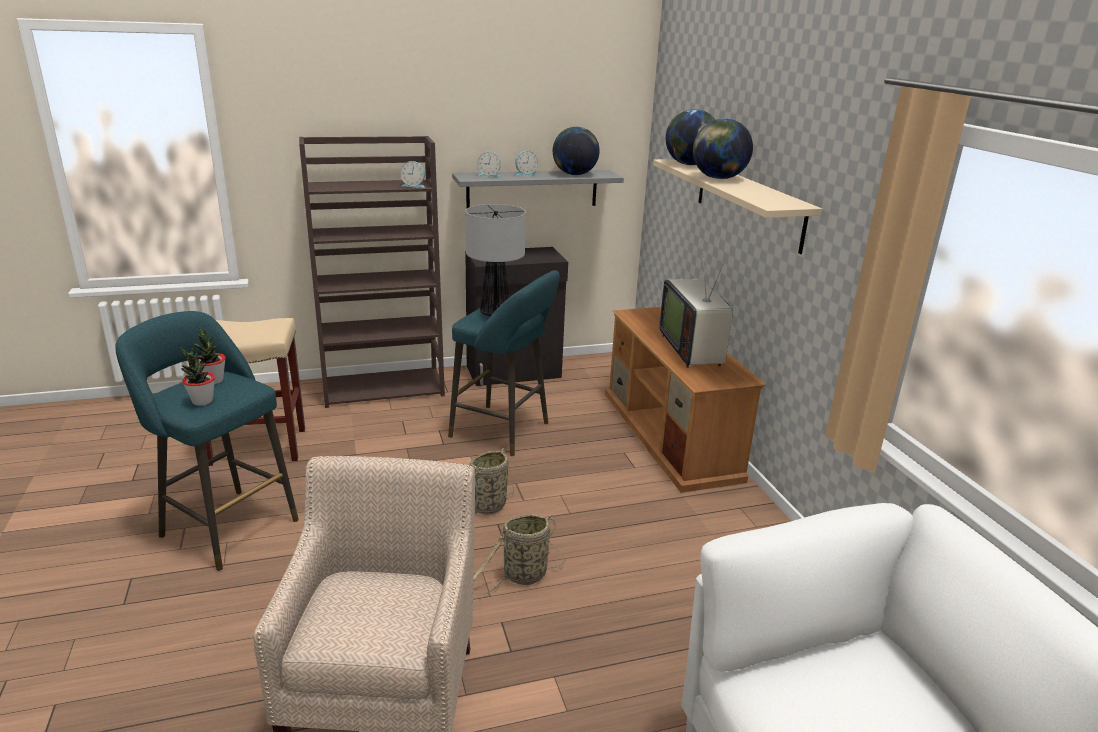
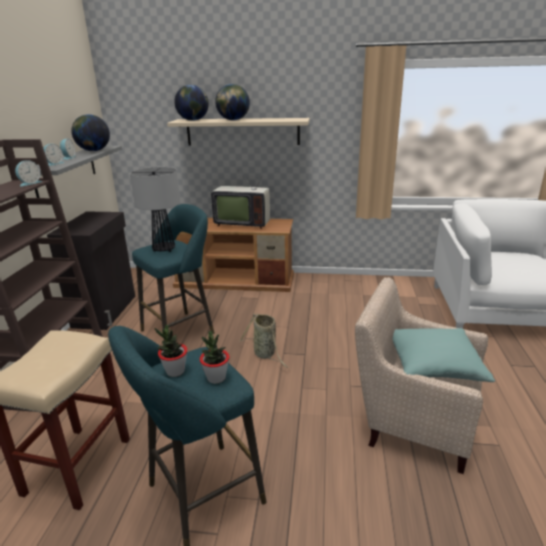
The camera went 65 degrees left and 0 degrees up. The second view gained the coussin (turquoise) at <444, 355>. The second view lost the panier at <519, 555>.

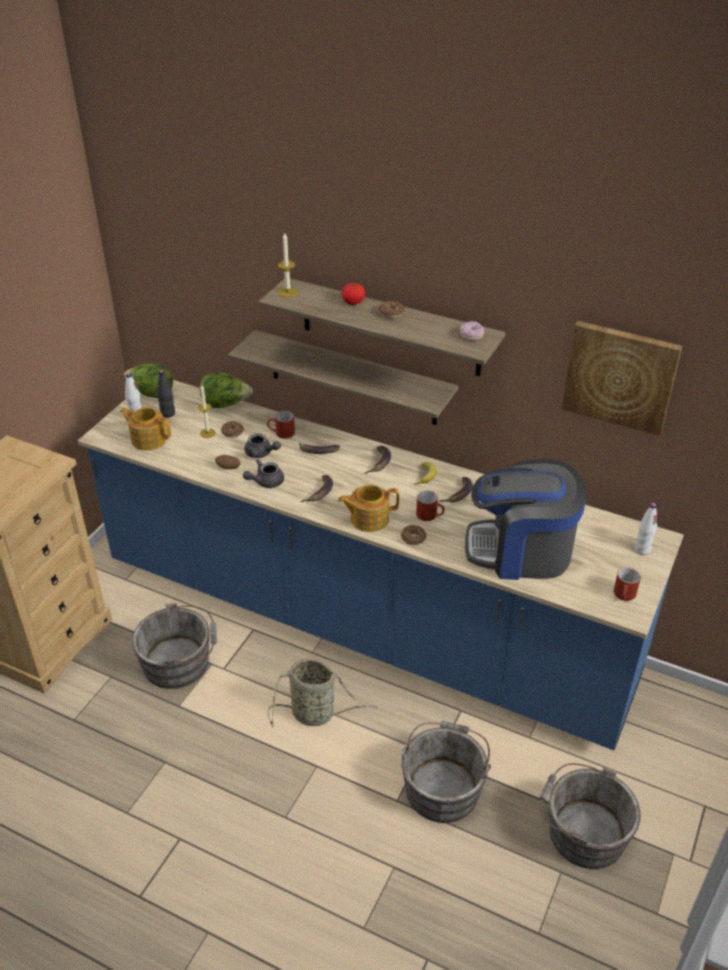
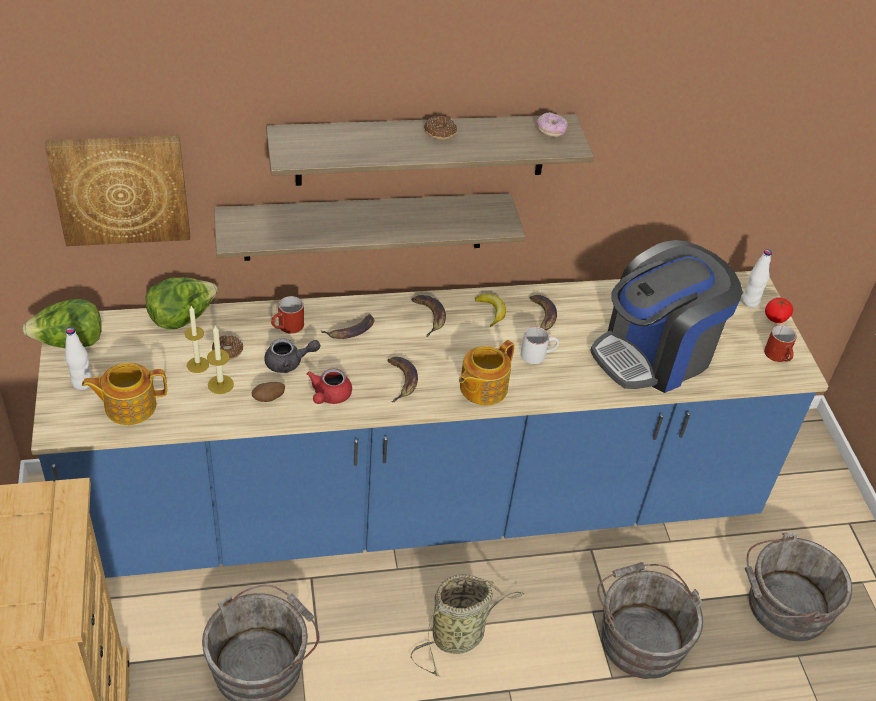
The camera went 40 degrees left and 5 degrees up. The tableau ended up elsewhere, having gone from <622, 378> to <117, 191>. The bougie ended up elsewhere, having gone from <288, 265> to <220, 360>. What was the théière (gris) at <263, 473> turned into the théière (rouge) at <329, 386>. What was the mug (rouge) at <430, 505> turned into the mug (blanc) at <539, 345>. The tomate ended up elsewhere, having gone from <353, 293> to <779, 310>. The second view lost the bouteille (noir) at <166, 394>. The second view lost the beignet at <413, 535>.

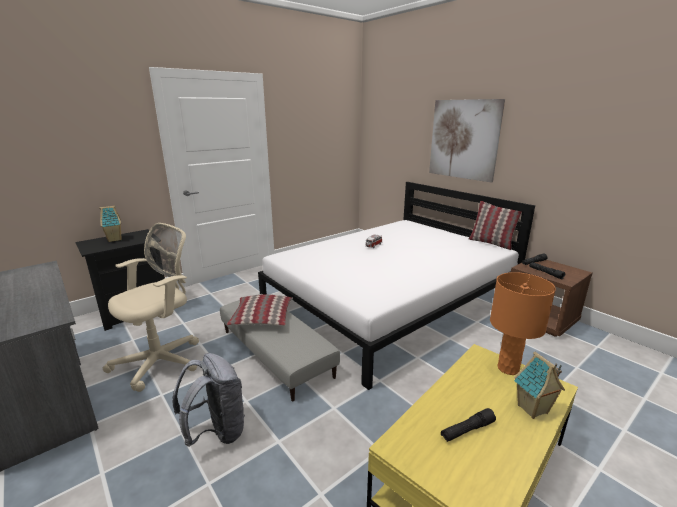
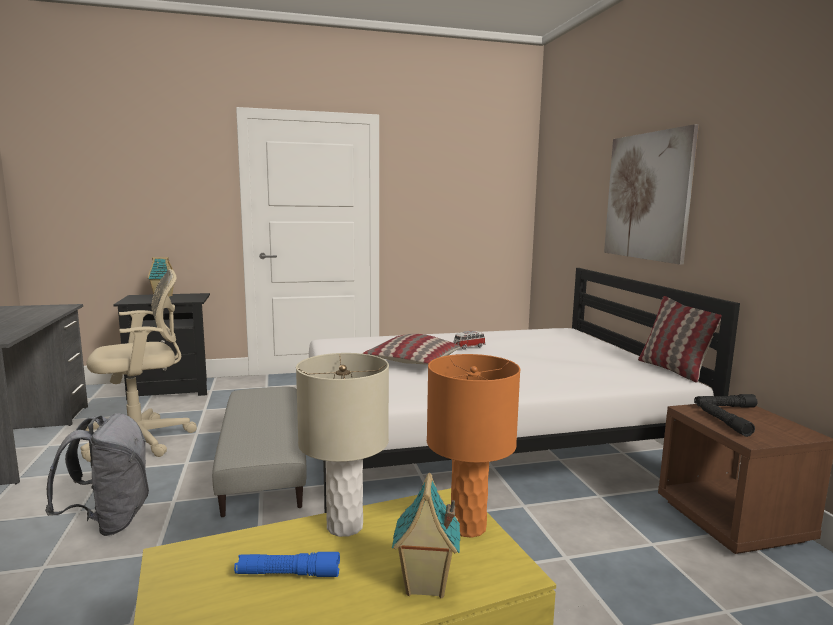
The camera went 25 degrees right and 10 degrees down. What was the lampe de poche (noir) at <468, 425> turned into the lampe de poche (bleu) at <287, 564>. The second view gained the lampe de table (beige) at <342, 445>. The coussin ended up elsewhere, having gone from <260, 310> to <411, 349>.

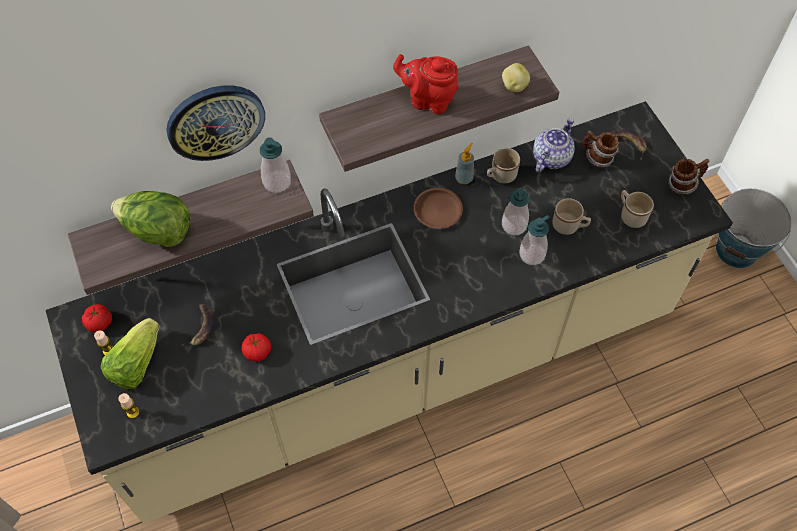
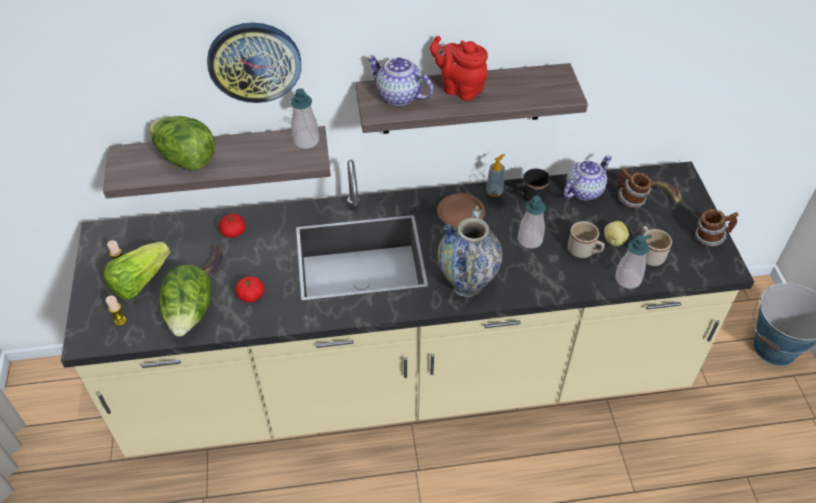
The camera went 15 degrees right and 10 degrees down. The second view gained the laitue at <185, 301>. The tomate ended up elsewhere, having gone from <97, 318> to <232, 226>. The second view gained the théière at <400, 80>. The second view gained the vase at <470, 251>. What was the mug (beige) at <503, 165> turned into the mug (noir) at <532, 185>. The pomme de terre ended up elsewhere, having gone from <516, 77> to <616, 233>. The distributeur de savon ended up elsewhere, having gone from <534, 240> to <633, 262>.

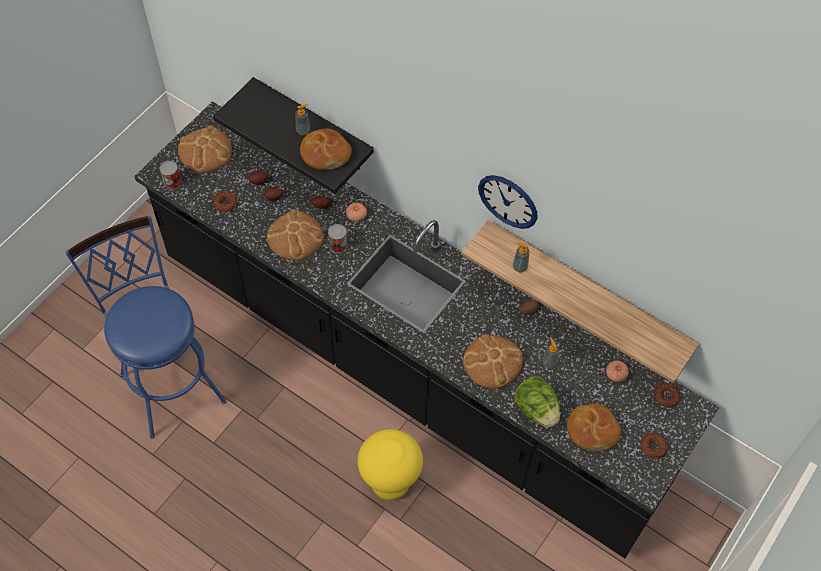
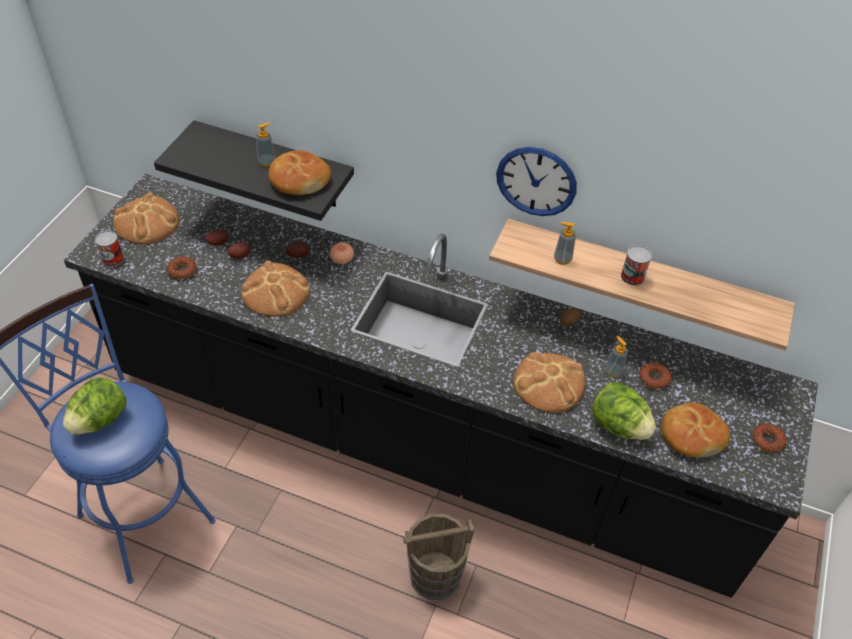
The camera went 15 degrees left and 10 degrees down. The second view gained the laitue at <94, 406>. Where the tabouret (jaune) stood at <390, 465>, the seau (marron) came to stand at <439, 557>. The boîte métallique ended up elsewhere, having gone from <337, 238> to <636, 265>. The beignet ended up elsewhere, having gone from <667, 395> to <656, 375>. The second view lost the tomate at <617, 371>.

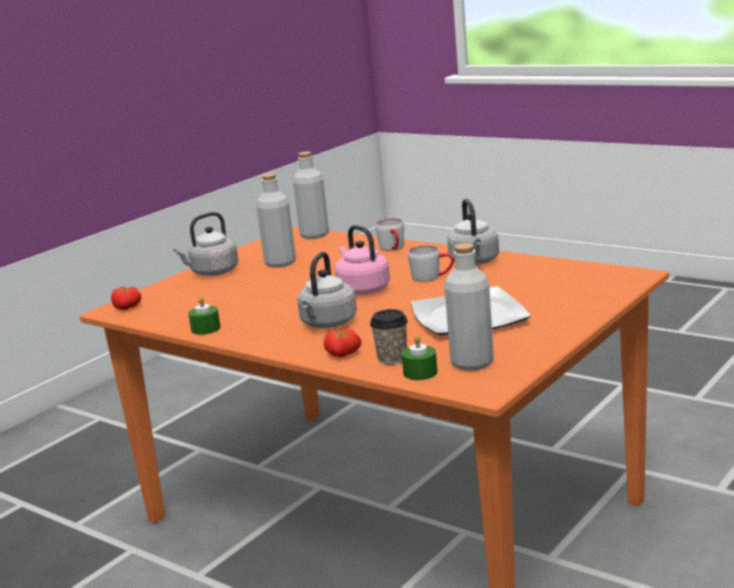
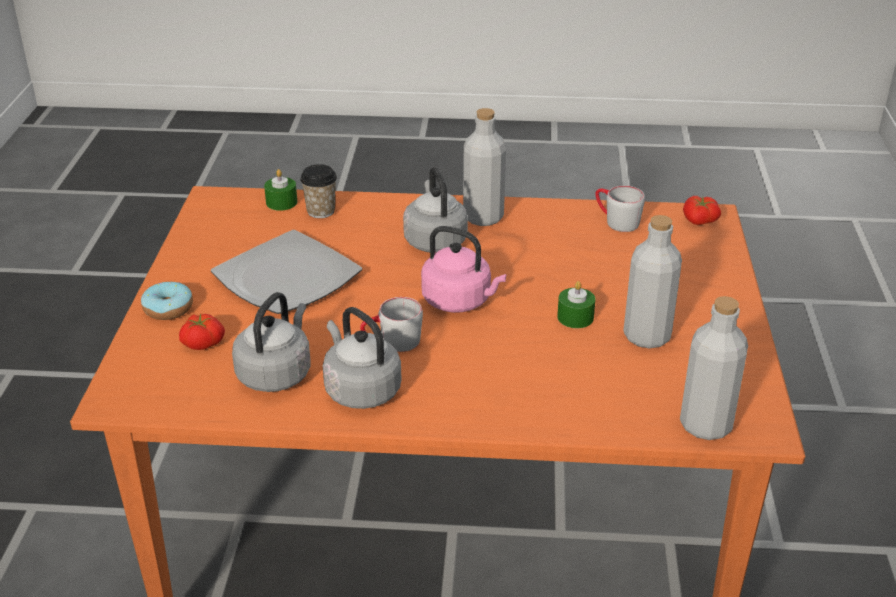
The camera went 145 degrees right and 15 degrees up. The second view gained the beignet at <167, 301>. The tomate ended up elsewhere, having gone from <343, 342> to <202, 332>. The bouilloire (gris) ended up elsewhere, having gone from <205, 244> to <271, 342>. The bouteille (gris) ended up elsewhere, having gone from <469, 307> to <484, 167>. The bougie (vert) ended up elsewhere, having gone from <204, 315> to <576, 304>. The mug (gris) ended up elsewhere, having gone from <389, 234> to <620, 209>.

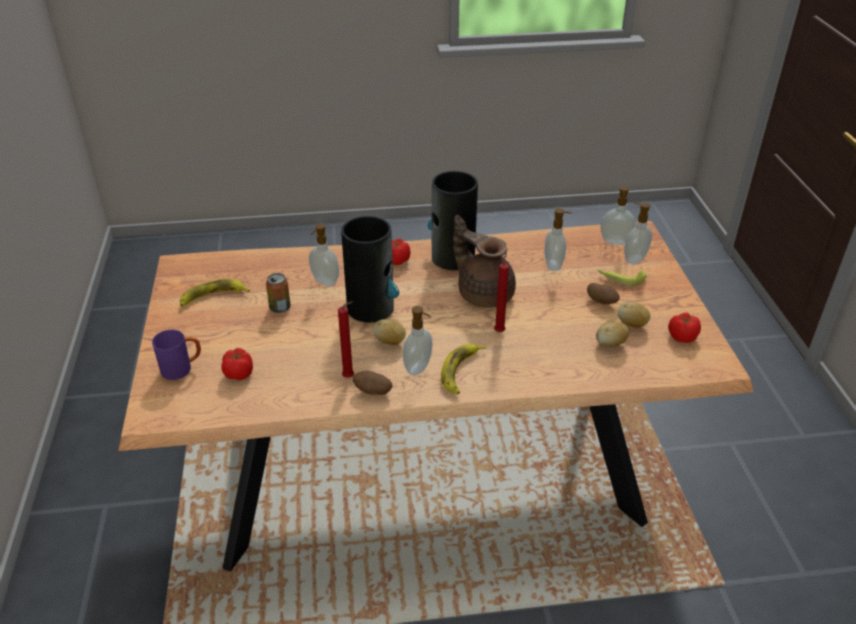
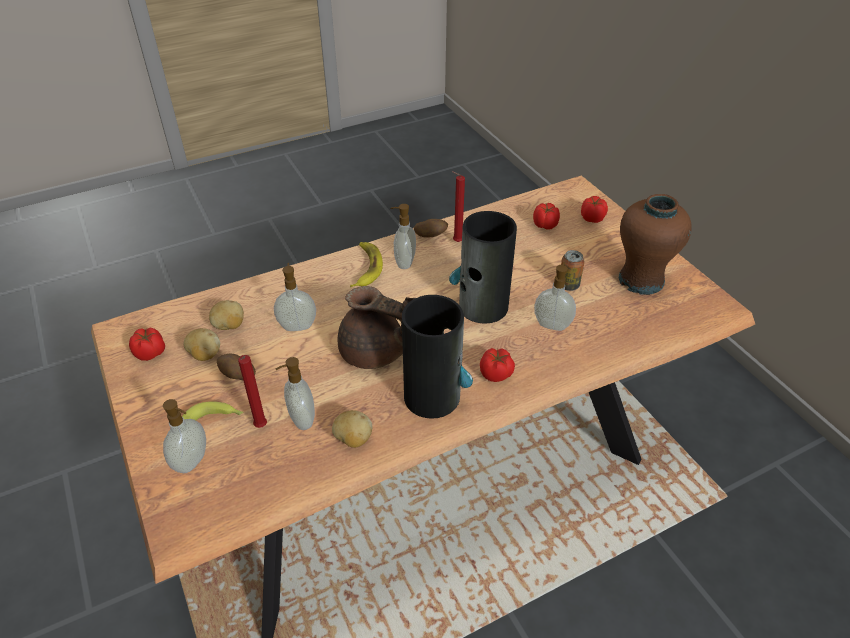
The camera went 160 degrees right and 5 degrees up. The bougie (rouge) ended up elsewhere, having gone from <501, 292> to <252, 391>. The distributeur de savon ended up elsewhere, having gone from <618, 215> to <295, 297>. The pomme de terre ended up elsewhere, having gone from <389, 332> to <352, 429>. Where the mug (violet) stood at <176, 355>, the tomate came to stand at <594, 209>. Where the banane stood at <215, 292>, the vase (marron) came to stand at <655, 244>.

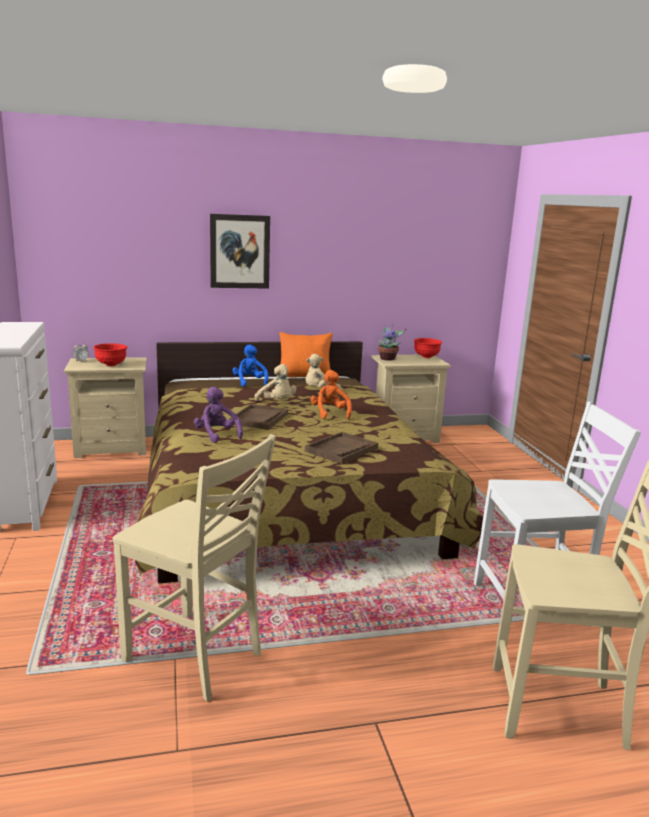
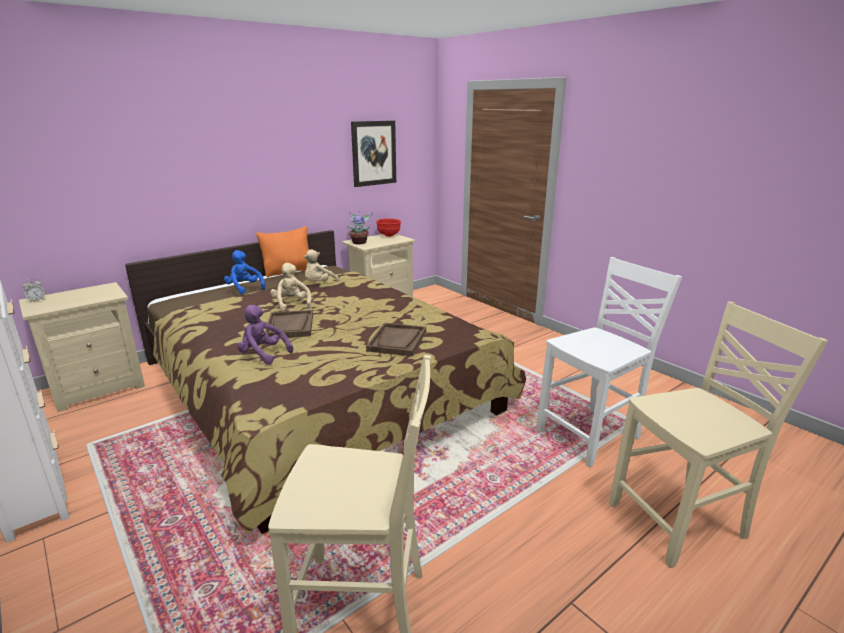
The camera went 25 degrees left and 5 degrees up. The peluche (beige) at <275, 382> ended up facing another way, 135 degrees counterclockwise from before. The tableau ended up elsewhere, having gone from <240, 251> to <373, 154>. The second view lost the bol (rouge) at <110, 354>. The second view lost the peluche (orange) at <331, 394>.

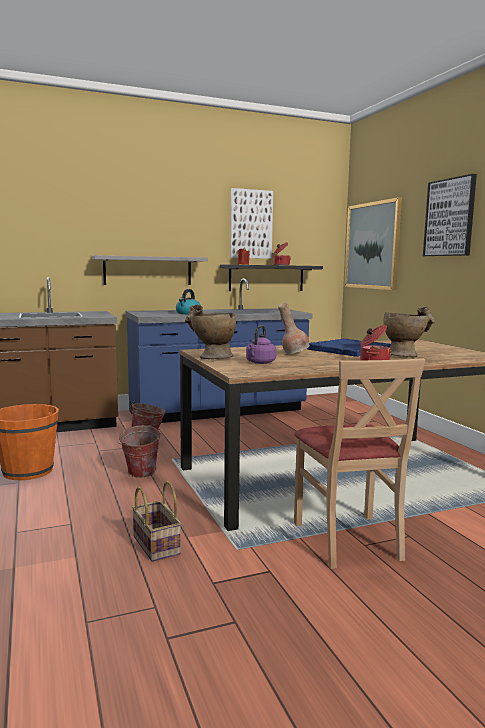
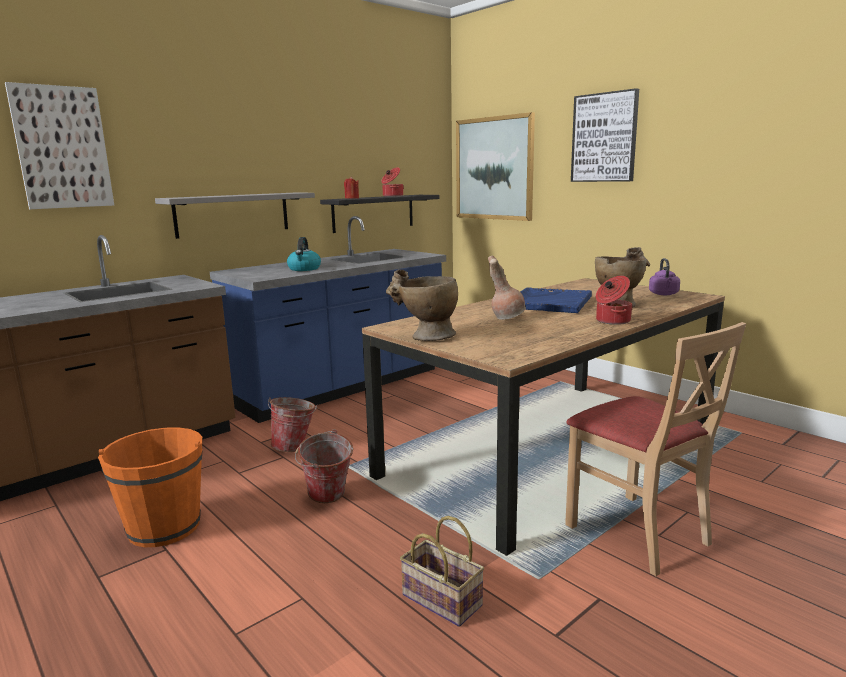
The camera went 20 degrees left and 5 degrees up. The tableau ended up elsewhere, having gone from <251, 223> to <59, 145>. The bouilloire (violet) ended up elsewhere, having gone from <261, 344> to <664, 276>.

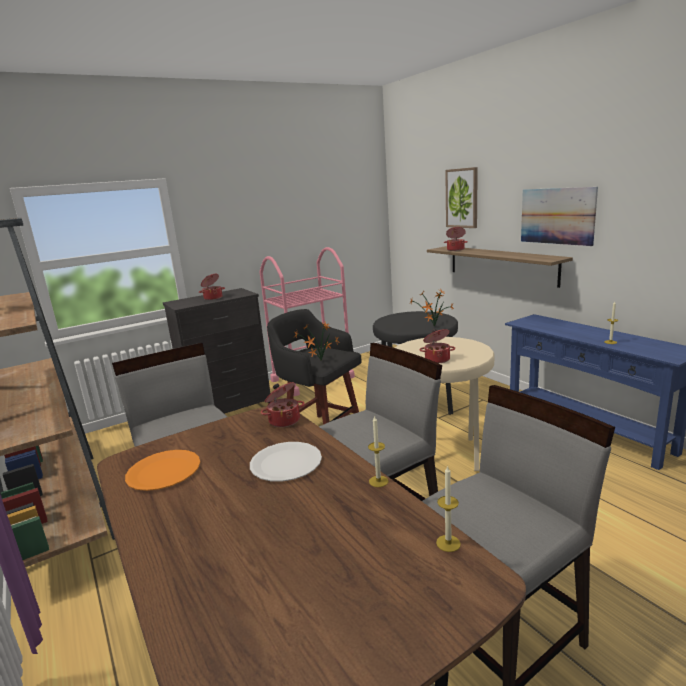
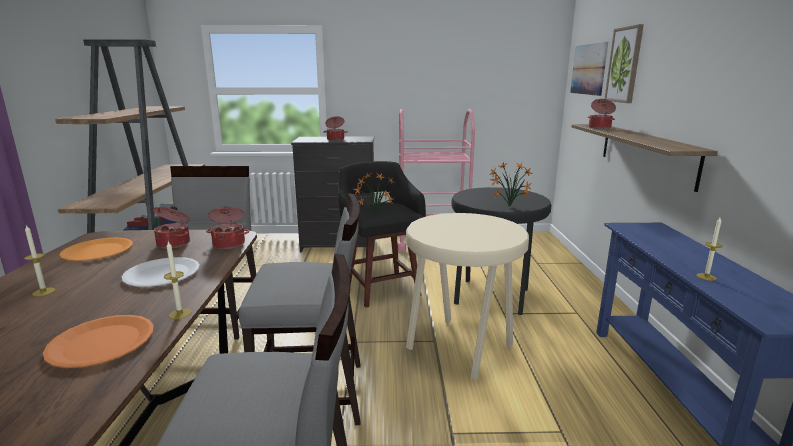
The camera went 30 degrees right and 0 degrees up. The bougie ended up elsewhere, having gone from <448, 508> to <39, 261>. The second view gained the assiette (orange) at <98, 341>. The marmite ended up elsewhere, having gone from <437, 346> to <171, 227>. The tableau ended up elsewhere, having gone from <559, 216> to <589, 69>.

